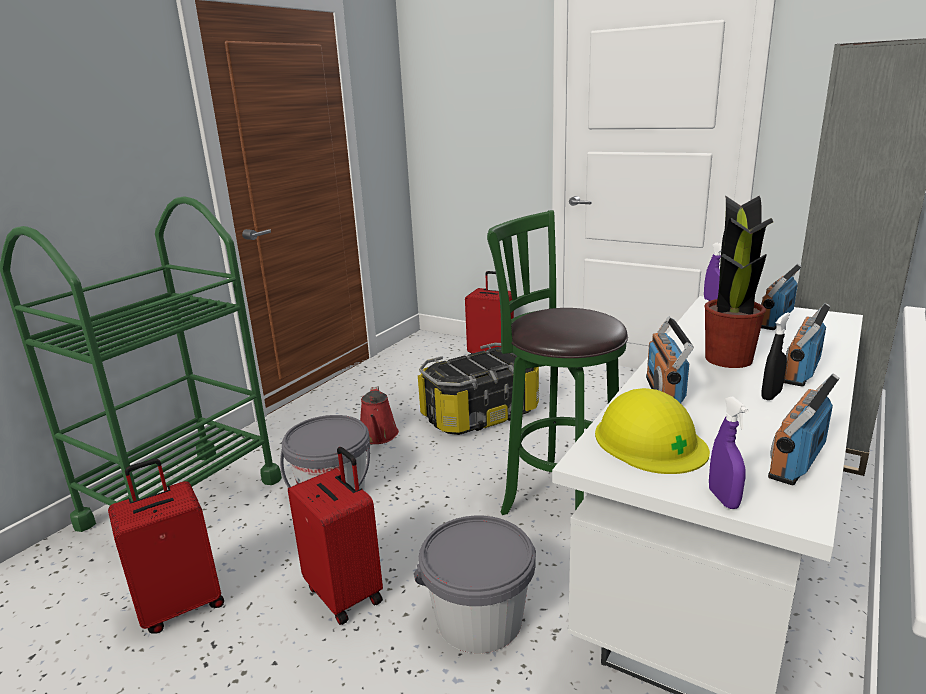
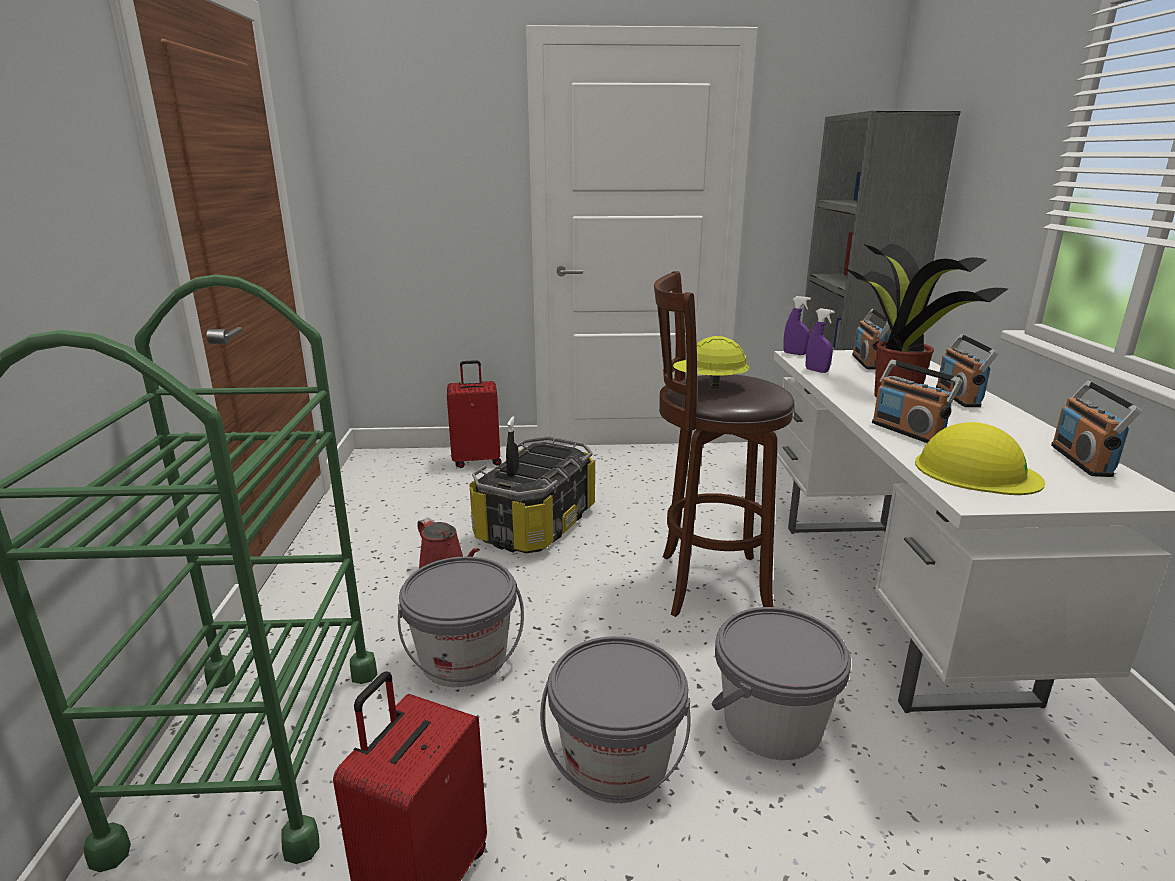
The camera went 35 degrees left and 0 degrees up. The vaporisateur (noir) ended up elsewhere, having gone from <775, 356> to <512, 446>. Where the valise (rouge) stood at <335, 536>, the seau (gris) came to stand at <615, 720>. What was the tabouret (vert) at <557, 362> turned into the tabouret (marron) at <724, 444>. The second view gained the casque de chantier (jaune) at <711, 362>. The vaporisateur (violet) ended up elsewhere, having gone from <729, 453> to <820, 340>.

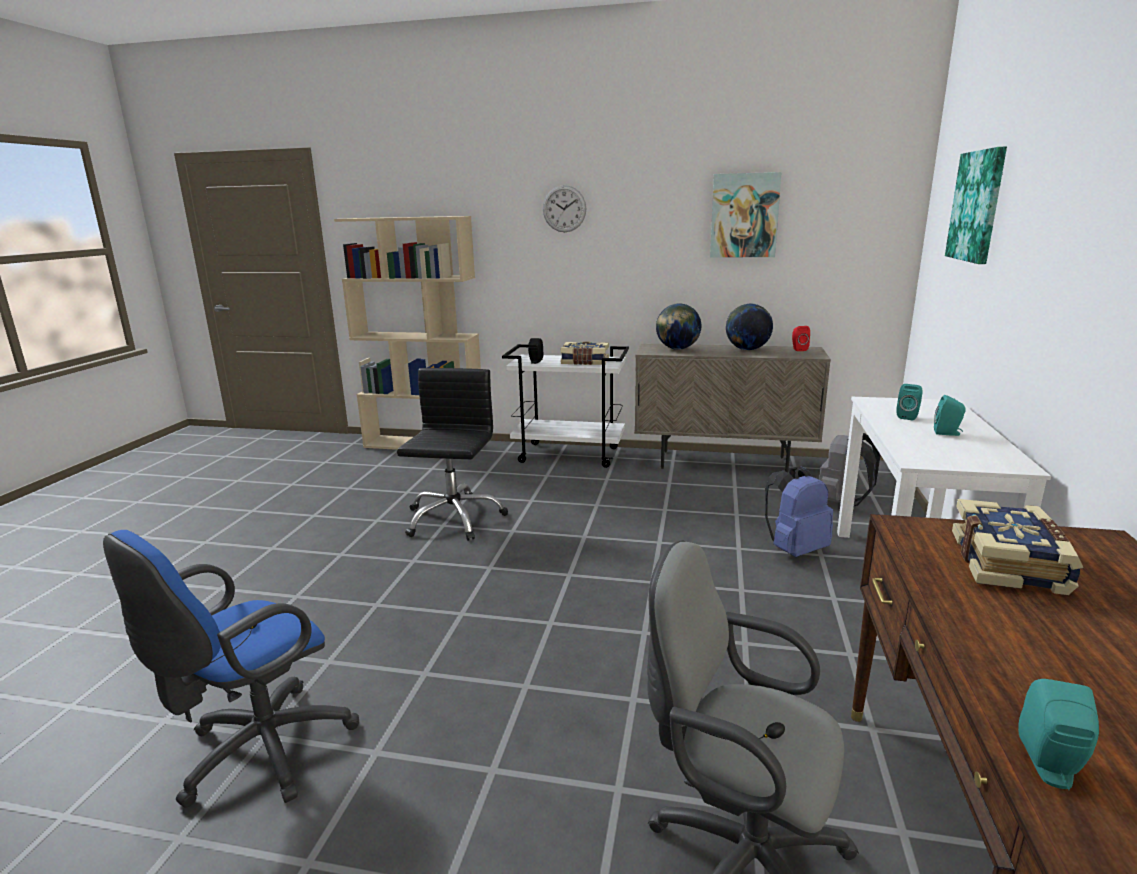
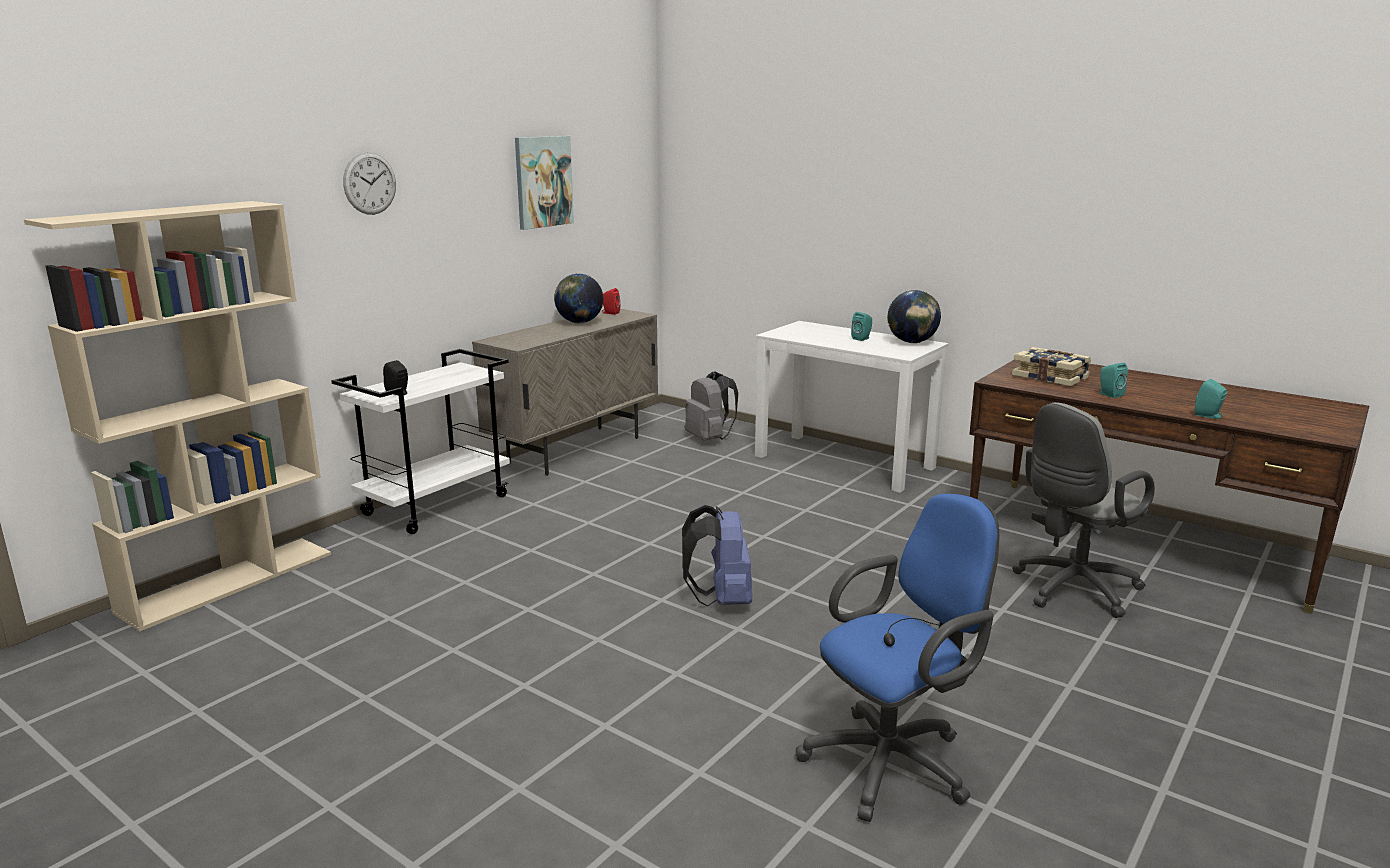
The camera went 65 degrees left and 0 degrees up. The sac à dos (bleu) ended up elsewhere, having gone from <799, 511> to <717, 556>. The chaise de bureau (bleu) at <231, 669> ended up facing another way, 90 degrees counterclockwise from before. The globe ended up elsewhere, having gone from <678, 326> to <914, 316>. The enceinte (turquoise) ended up elsewhere, having gone from <909, 402> to <1113, 380>. The second view lost the chaise de bureau (noir) at <452, 454>. The second view lost the livre at <584, 353>. The second view lost the tableau at <976, 205>.

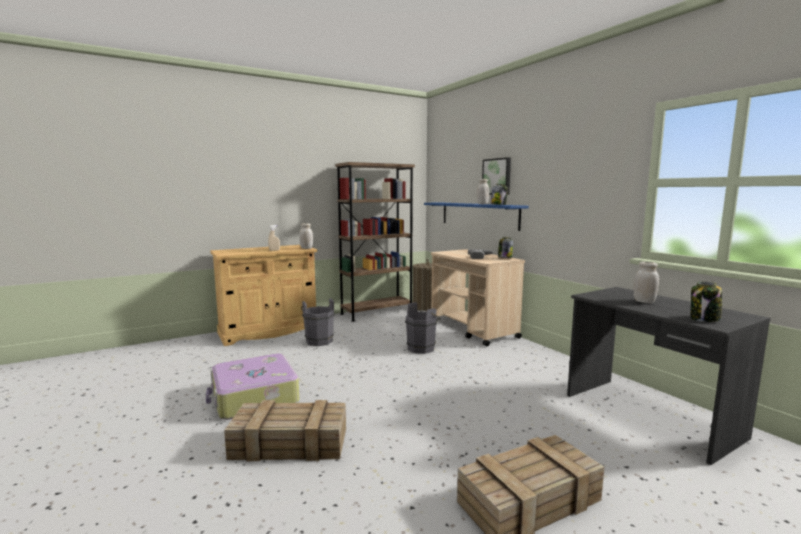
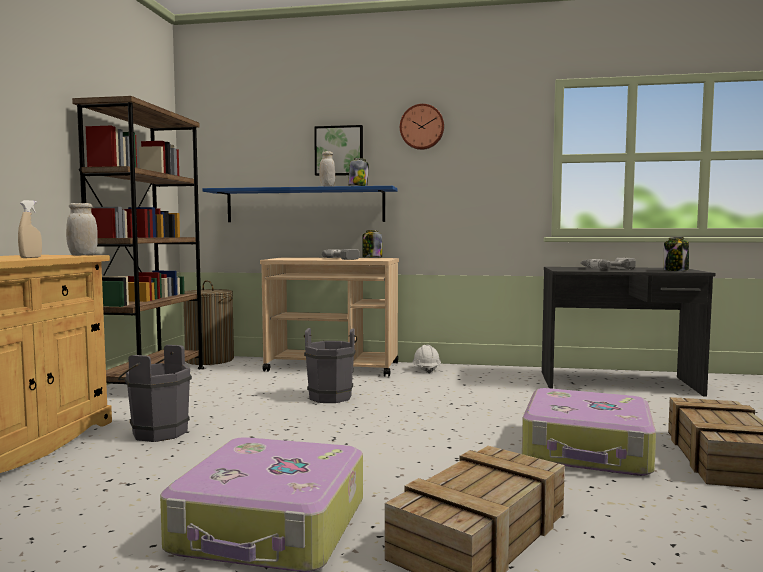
The camera went 50 degrees left and 5 degrees down. The second view gained the horloge murale at <422, 127>. The second view gained the casque de chantier (blanc) at <426, 359>. The second view gained the valise at <589, 432>. Where the bocal (blanc) stood at <646, 282>, the perceuse came to stand at <608, 264>.

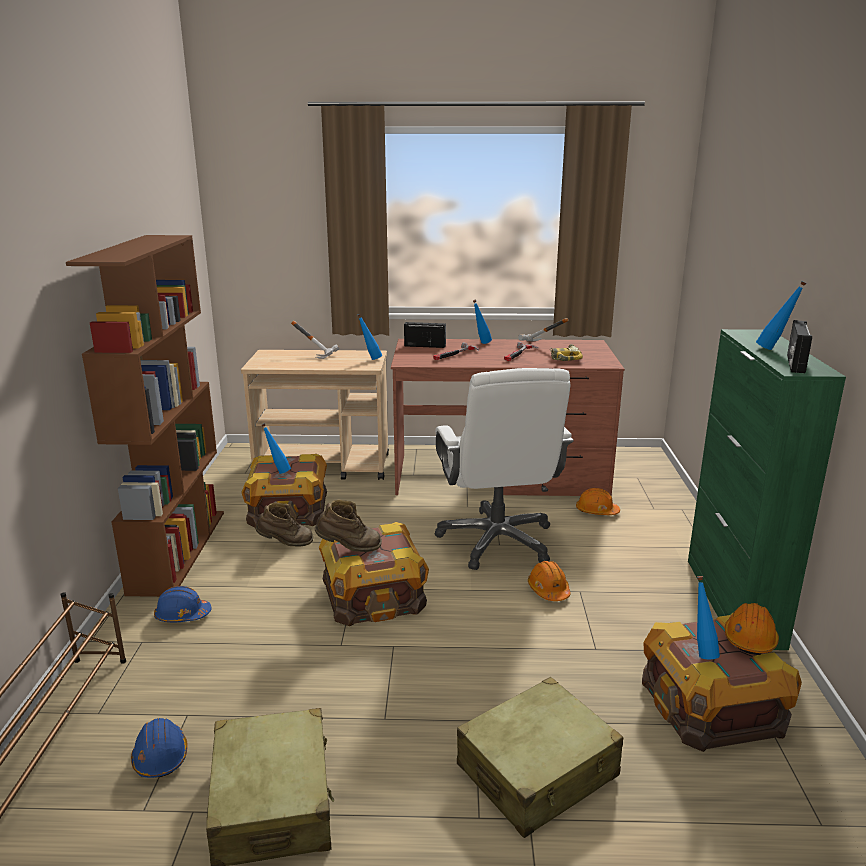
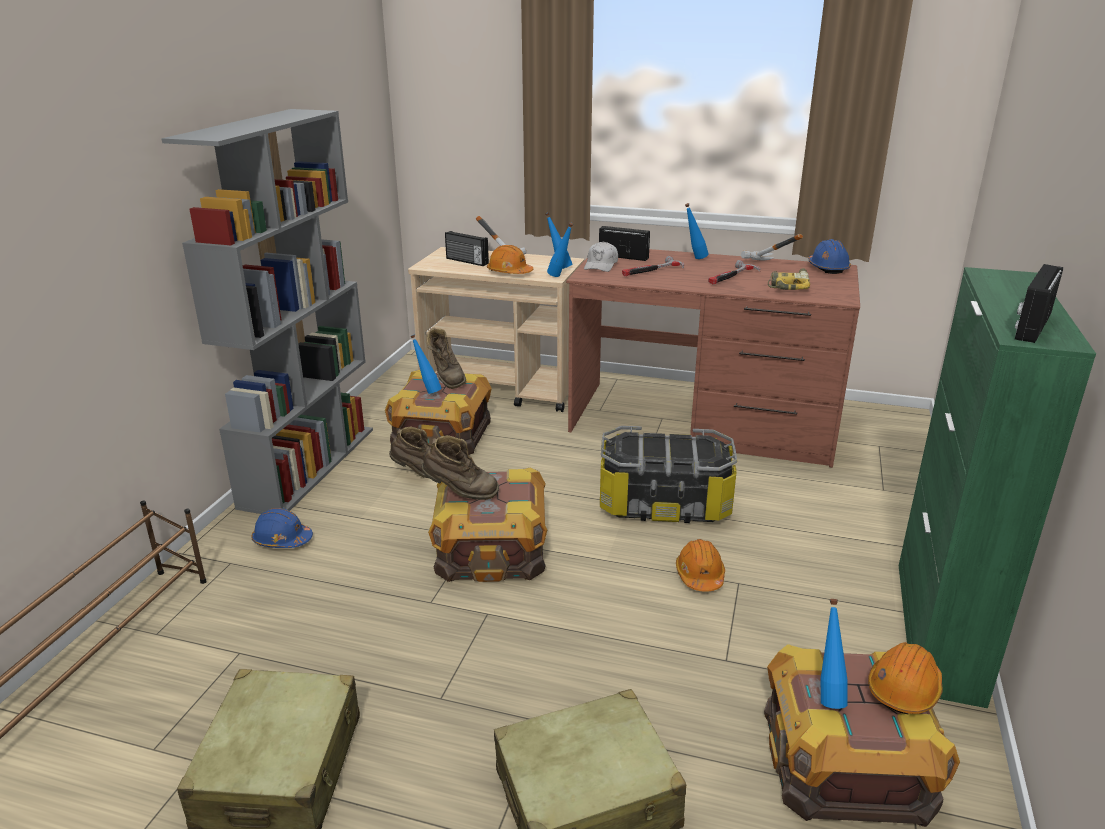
The camera went 15 degrees right and 5 degrees up. What was the bibliothèque (marron) at <145, 416> turned into the bibliothèque (gris) at <267, 311>. The second view gained the botte (marron) at <446, 358>. The second view gained the radio at <467, 248>. The casque de chantier (orange) ended up elsewhere, having gone from <598, 501> to <510, 259>. The bouteille (bleu) ended up elsewhere, having gone from <781, 315> to <560, 250>. The second view gained the casquette (blanc) at <601, 257>. Where the chaise de bureau (blanc) stood at <504, 469>, the boîte de rangement came to stand at <668, 474>. The casque de chantier (bleu) ended up elsewhere, having gone from <159, 748> to <829, 256>.

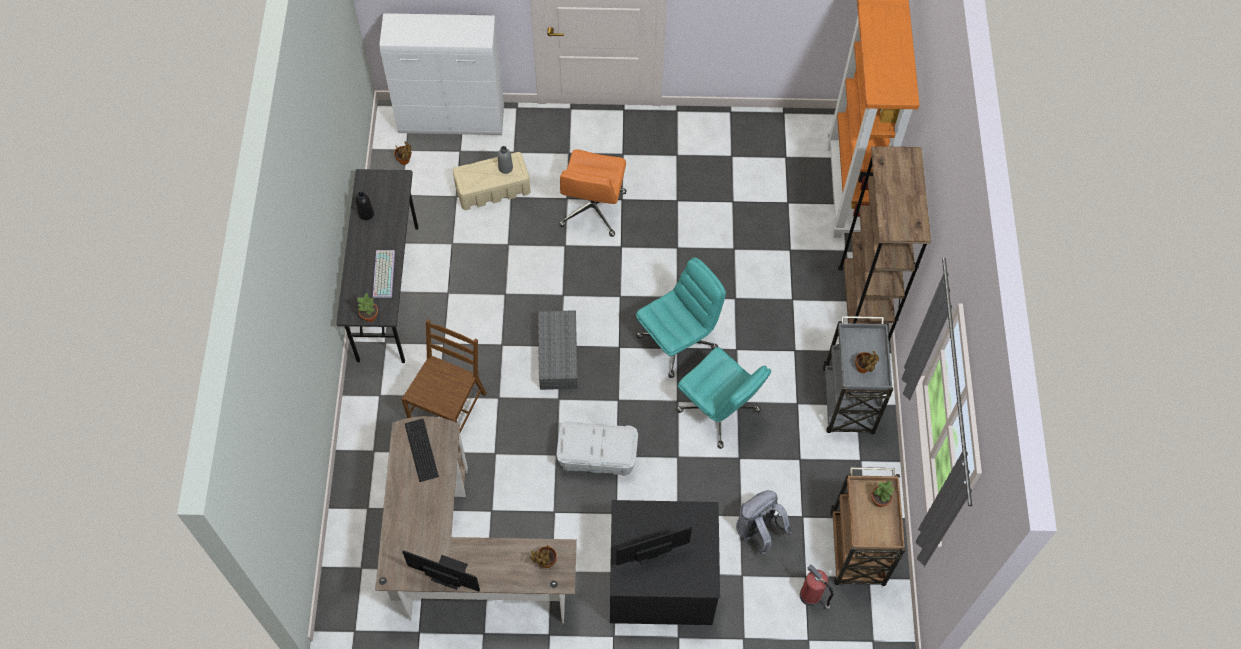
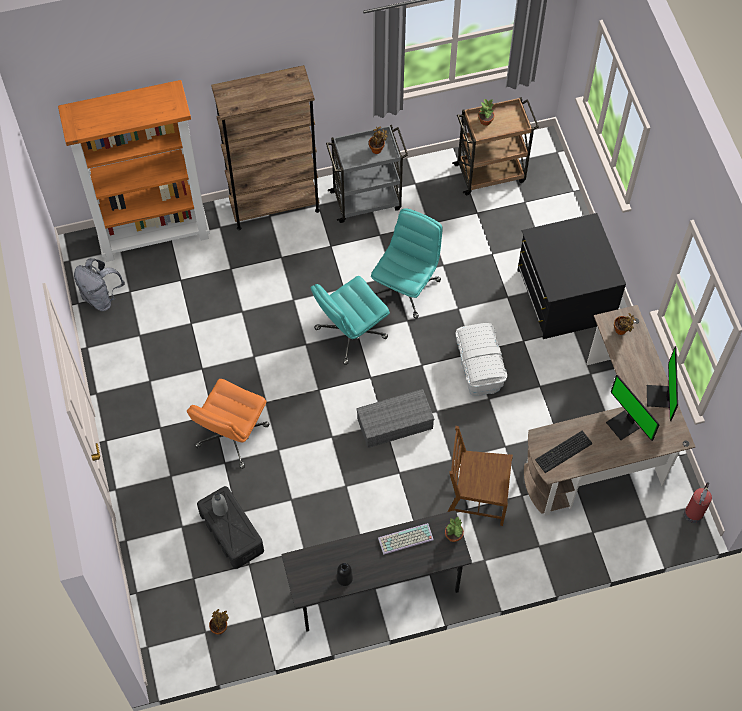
The camera went 105 degrees left and 0 degrees up. The sac à dos (gris) ended up elsewhere, having gone from <764, 522> to <99, 284>. The chaise de bureau (orange) at <593, 193> ended up facing another way, 120 degrees clockwise from before. What was the boîte de rangement (beige) at <492, 181> turned into the boîte de rangement (noir) at <230, 527>. The chaise de bureau (turquoise) at <681, 318> ended up facing another way, 75 degrees counterclockwise from before. The écran d'ordinateur ended up elsewhere, having gone from <654, 546> to <632, 408>. The extincteur ended up elsewhere, having gone from <816, 586> to <698, 502>. The second view lost the meuble de rangement (blanc) at <441, 74>.

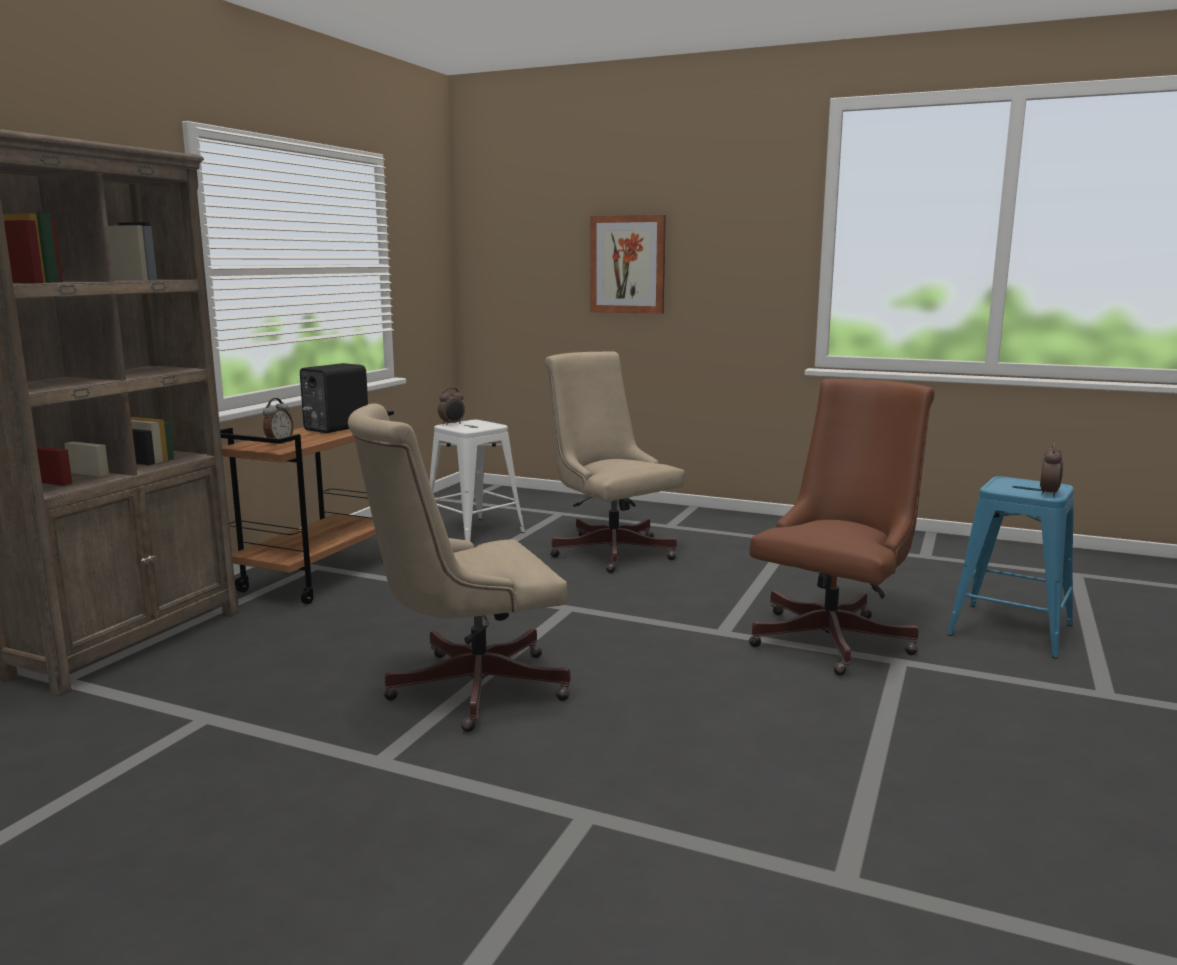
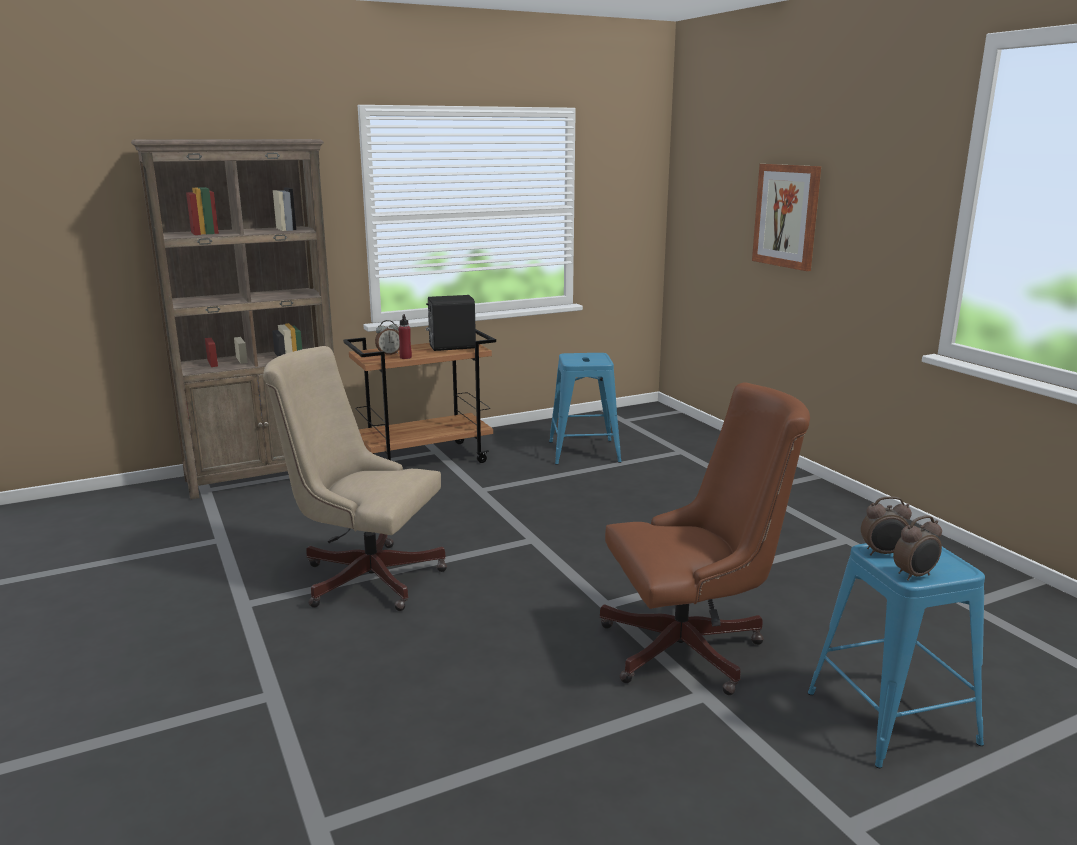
The camera went 40 degrees right and 5 degrees up. The second view gained the bouteille (rouge) at <405, 336>. What was the tabouret (blanc) at <477, 480> turned into the tabouret (bleu) at <585, 409>. The réveil ended up elsewhere, having gone from <451, 406> to <886, 526>. The second view lost the chaise de bureau (beige) at <615, 462>.

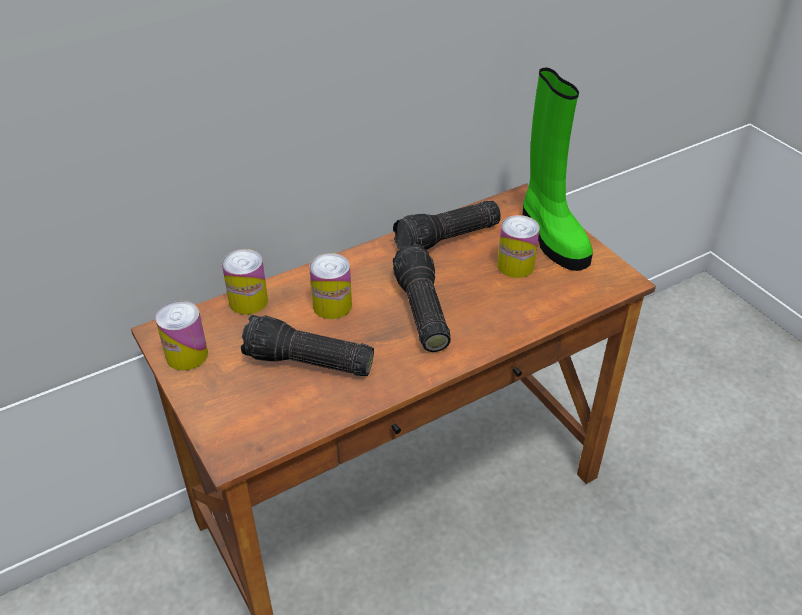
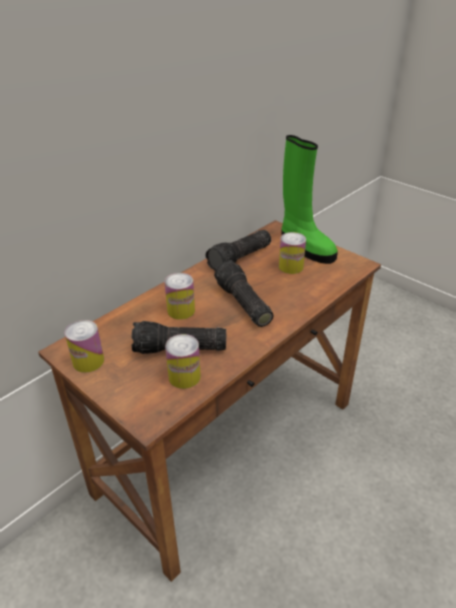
The camera went 15 degrees left and 5 degrees down. The boîte métallique ended up elsewhere, having gone from <245, 282> to <183, 361>.

